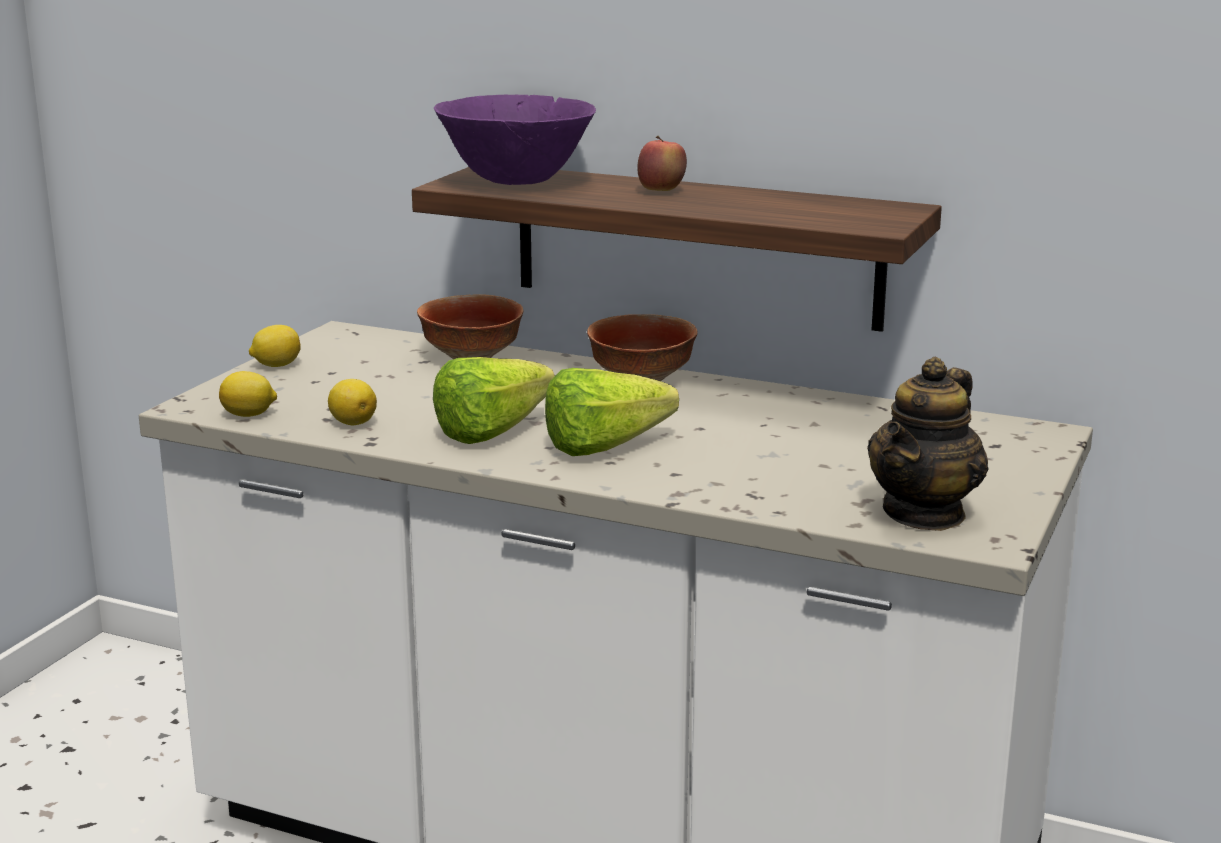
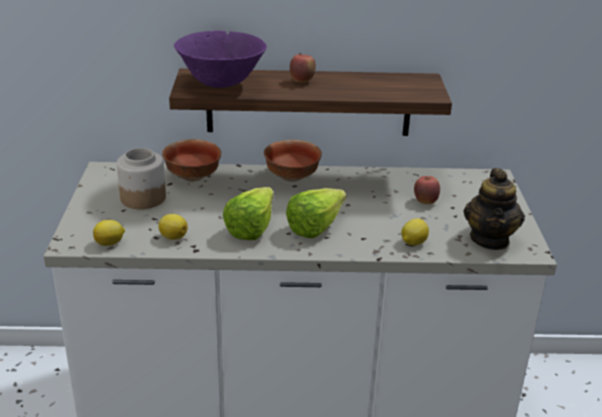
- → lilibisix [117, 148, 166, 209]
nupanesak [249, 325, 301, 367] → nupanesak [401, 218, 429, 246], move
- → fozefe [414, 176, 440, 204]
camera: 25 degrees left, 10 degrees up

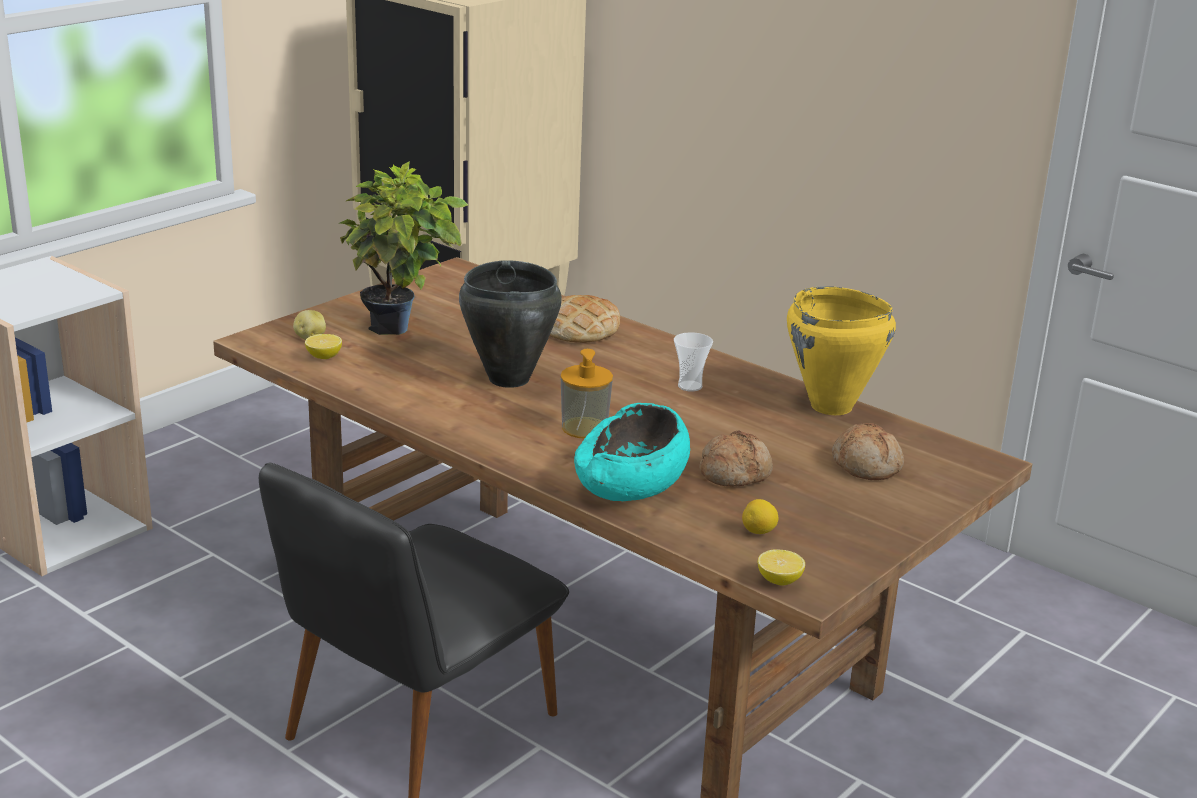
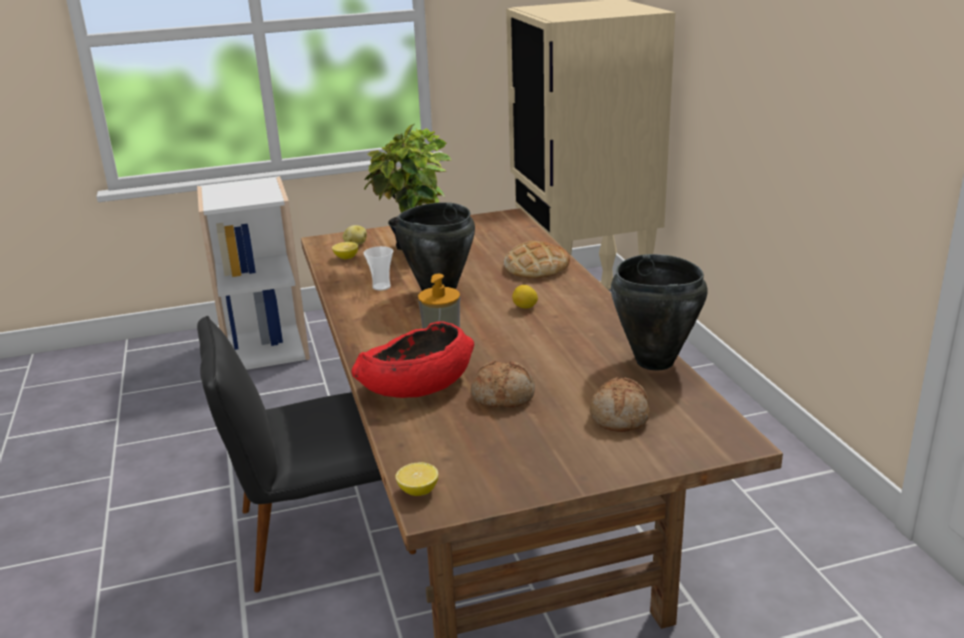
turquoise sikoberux [574, 403, 690, 501] → red sikoberux [351, 321, 474, 398]
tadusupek [674, 332, 713, 392] → tadusupek [364, 246, 393, 291], move
nupanesak [742, 499, 778, 534] → nupanesak [512, 285, 538, 308], move
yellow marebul [787, 286, 896, 415] → black marebul [611, 254, 708, 370]
camera: 35 degrees right, 0 degrees up

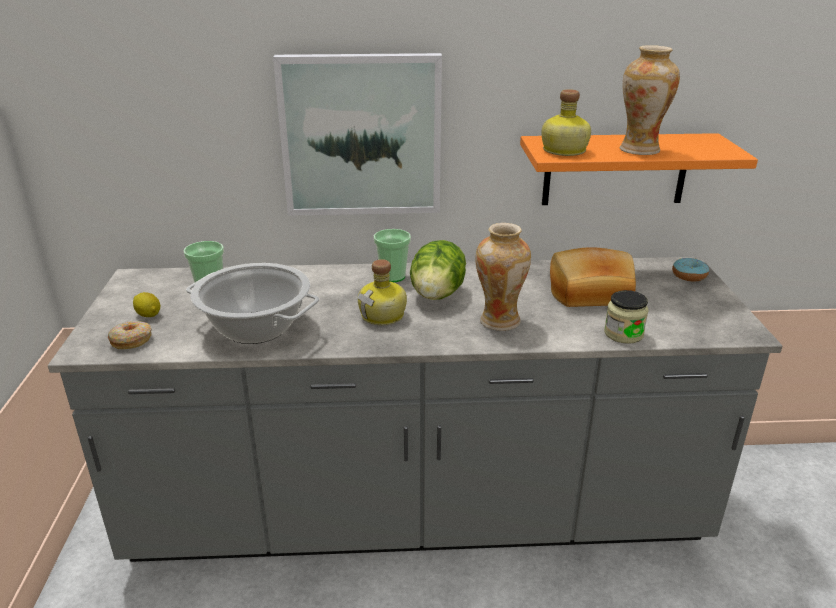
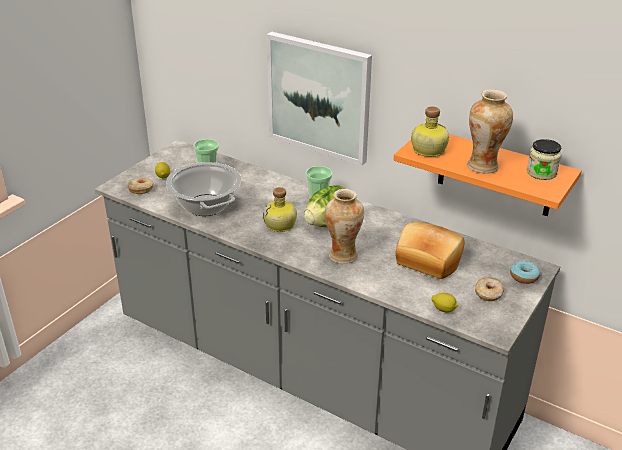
- → nupanesak [432, 293, 458, 312]
- → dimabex [475, 277, 504, 301]
lilibisix [604, 290, 649, 344] → lilibisix [527, 139, 561, 180], move
camera: 35 degrees right, 5 degrees up

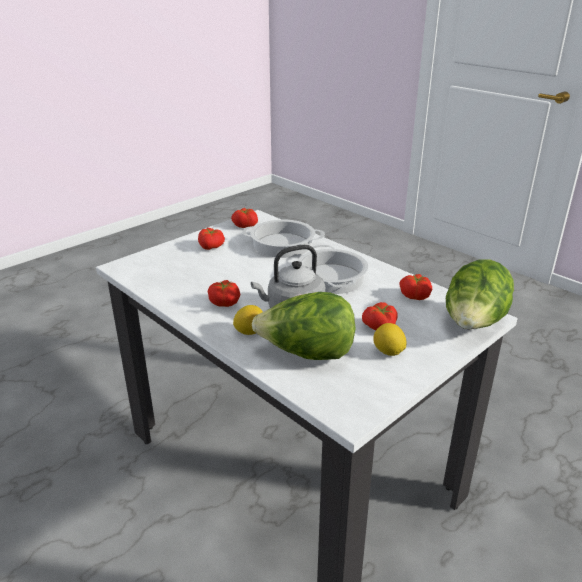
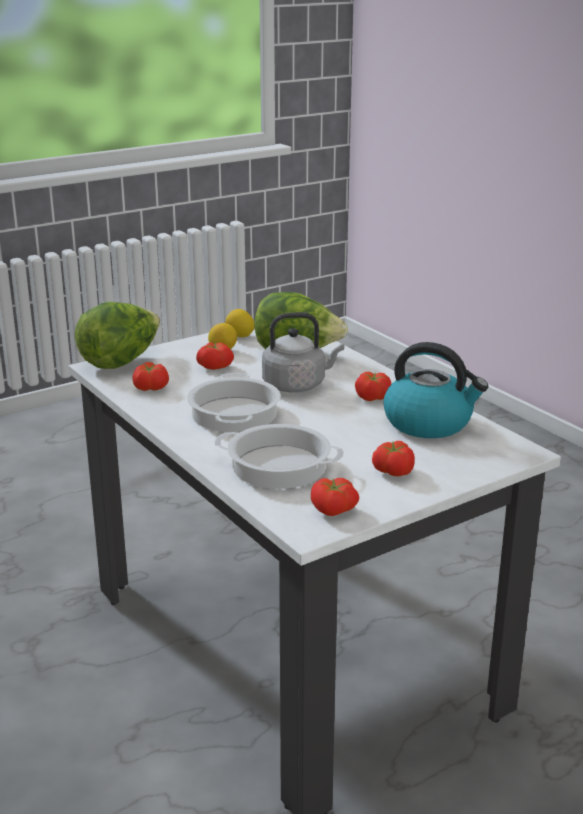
nupanesak [233, 305, 263, 335] → nupanesak [225, 309, 255, 337], move
- → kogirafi [383, 342, 488, 438]
camera: 170 degrees left, 5 degrees down

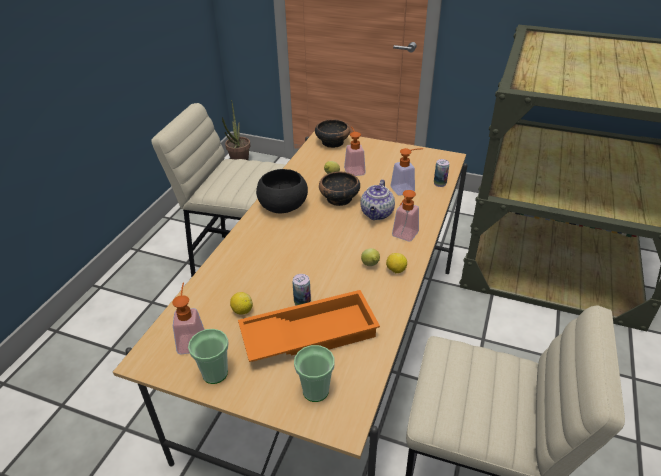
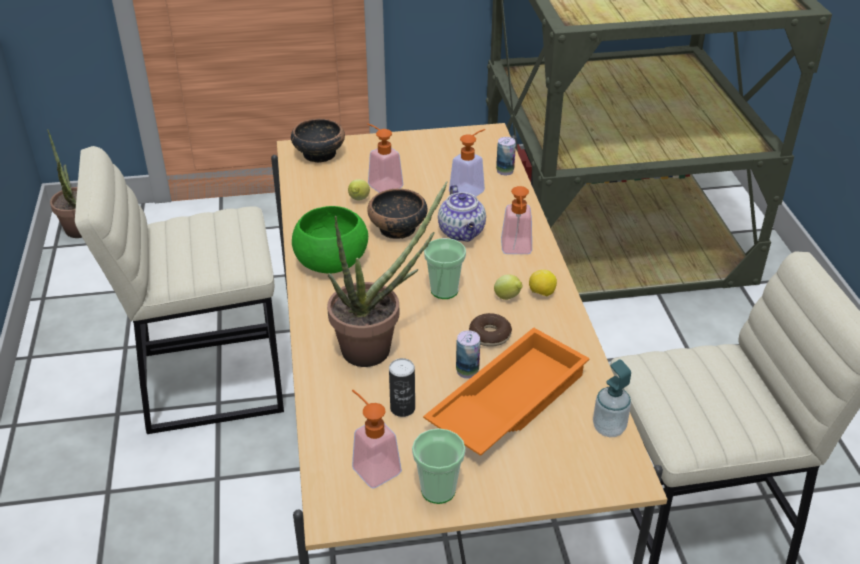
black sikoberux [256, 169, 308, 213] → green sikoberux [292, 206, 368, 273]
- → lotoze [327, 181, 447, 367]
nupanesak [230, 292, 253, 315] → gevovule [389, 358, 415, 417]
tadusupek [294, 345, 335, 402] → tadusupek [424, 238, 466, 299], move
- → dimabex [469, 313, 512, 347]
- → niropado [593, 360, 631, 437]
camera: 30 degrees left, 0 degrees up

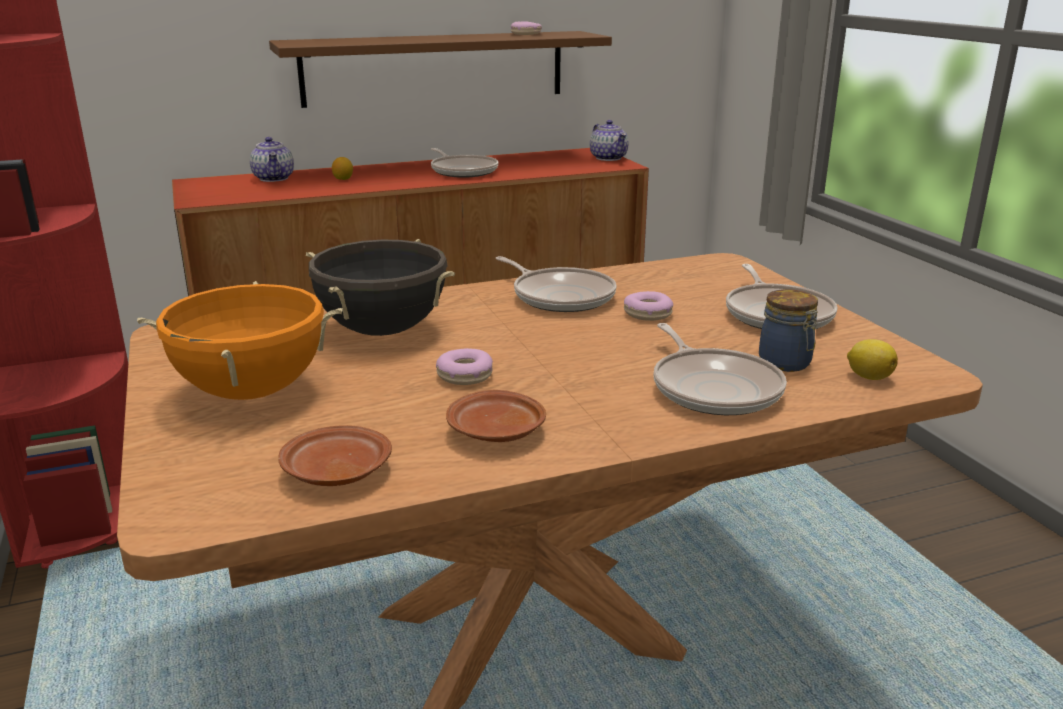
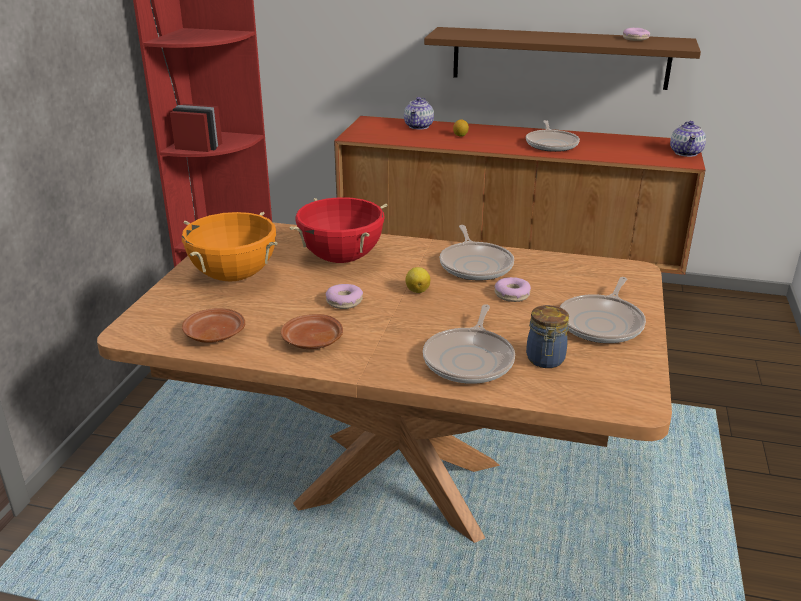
black marebul [306, 239, 455, 336] → red marebul [290, 197, 388, 263]
nupanesak [847, 339, 898, 380] → nupanesak [405, 267, 430, 293], move
camera: 35 degrees right, 5 degrees up

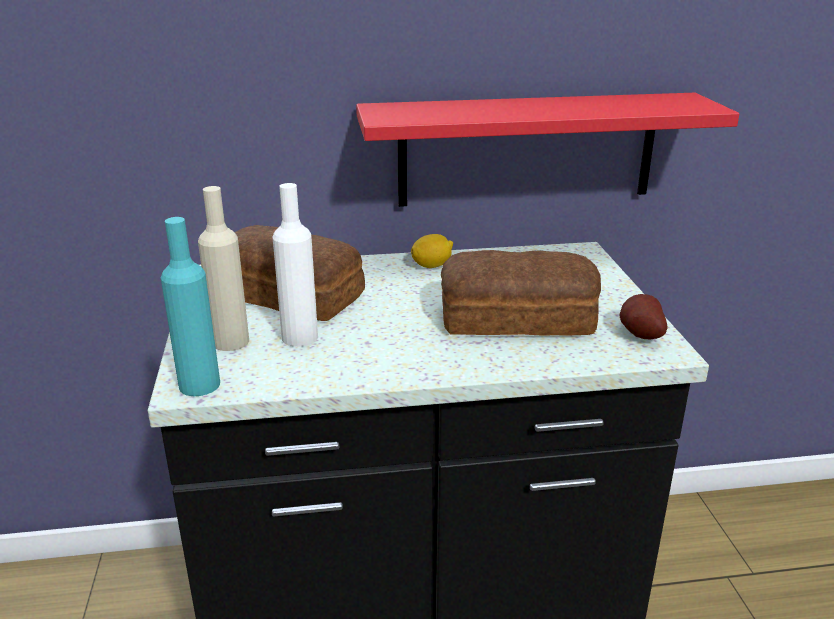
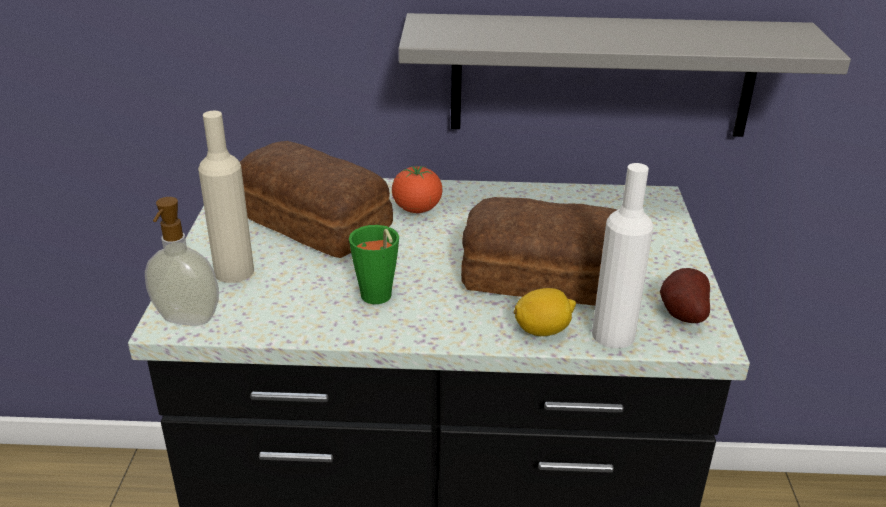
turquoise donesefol [161, 217, 220, 396] → niropado [145, 197, 219, 326]
- → green tadusupek [349, 225, 399, 304]
- → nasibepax [392, 166, 442, 213]
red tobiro [356, 93, 739, 207] → grey tobiro [398, 13, 851, 137]
nupanesak [411, 234, 453, 268] → nupanesak [514, 288, 576, 336], move
white donesefol [273, 183, 318, 347] → white donesefol [592, 163, 654, 348], move
camera: 10 degrees right, 5 degrees up

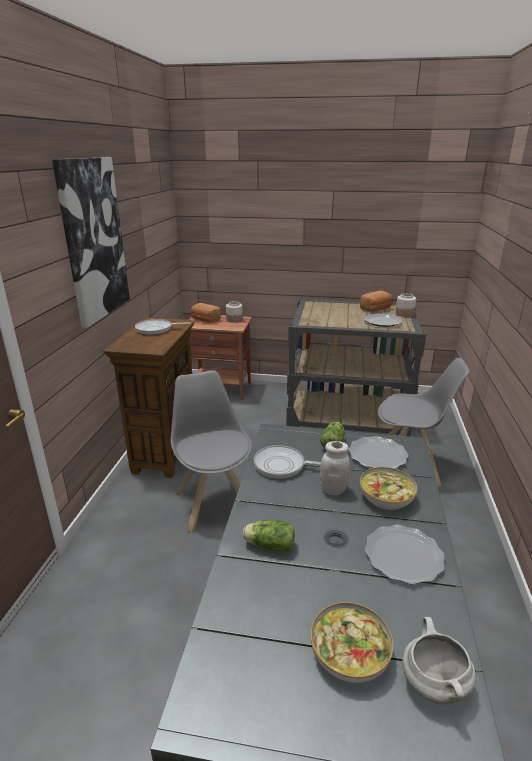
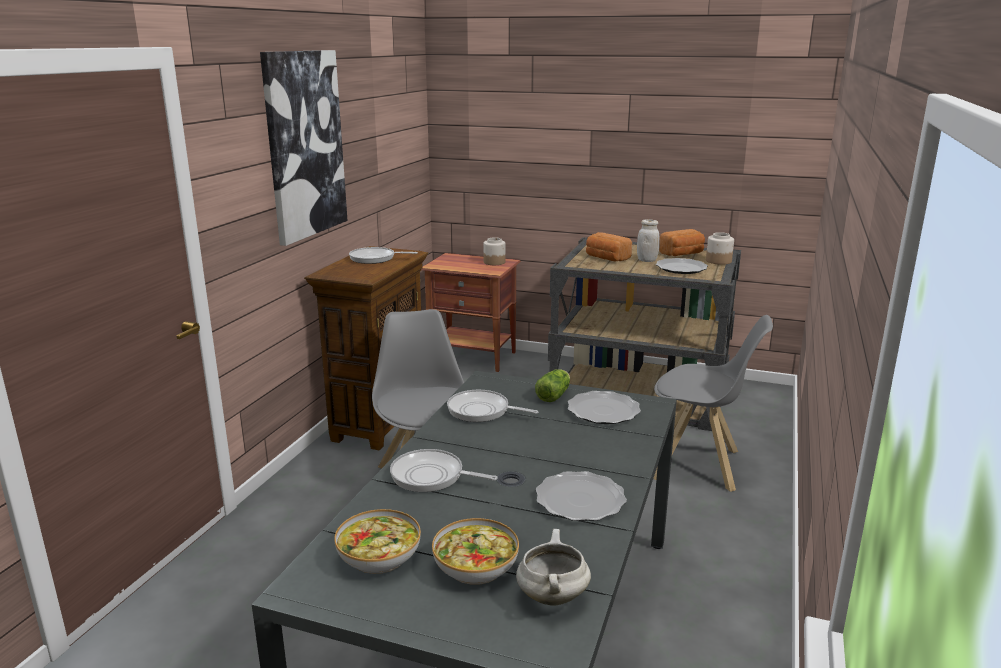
sikoberux [360, 467, 417, 510] → sikoberux [334, 509, 421, 574], move
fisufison [243, 520, 295, 552] → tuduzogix [390, 449, 498, 492]
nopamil [191, 303, 221, 323] → nopamil [586, 232, 632, 262], move
white lilibisix [320, 441, 350, 495] → white lilibisix [637, 219, 660, 262], move
camera: 10 degrees right, 5 degrees down

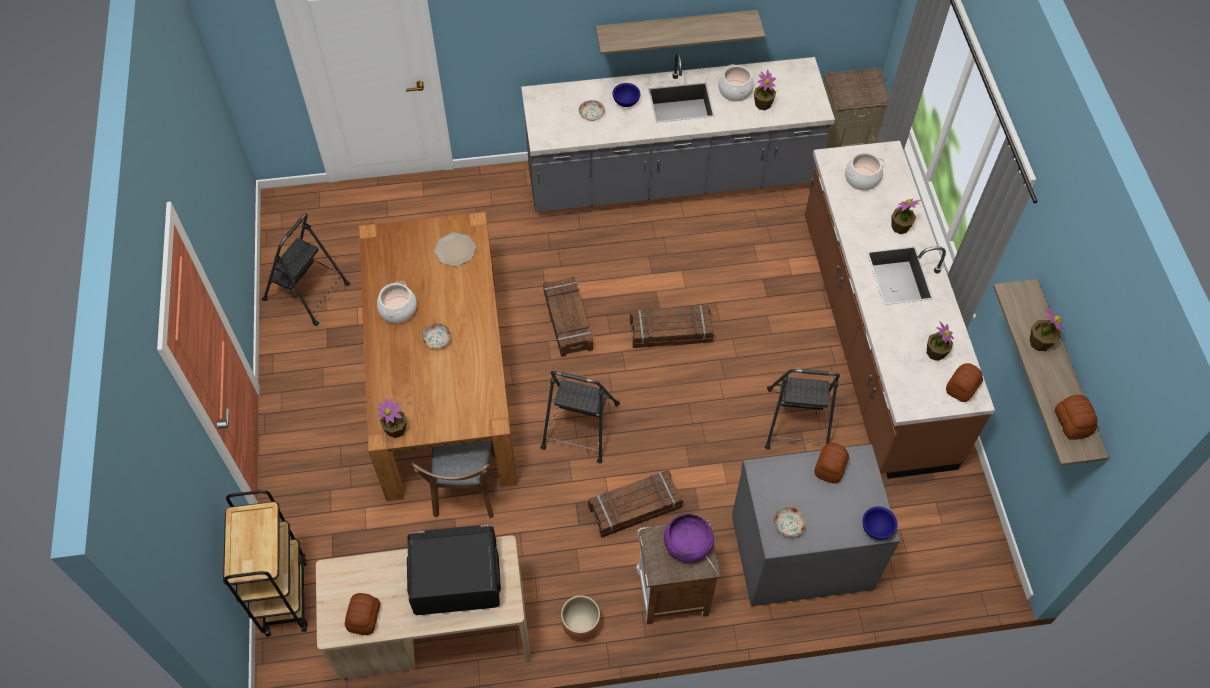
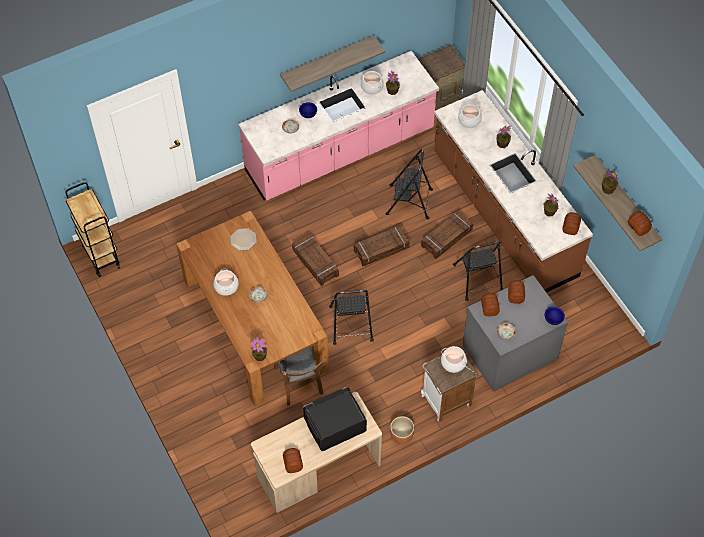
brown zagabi [223, 490, 308, 637] → brown zagabi [65, 182, 120, 277], move
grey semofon [521, 53, 835, 212] → pink semofon [238, 51, 439, 201]
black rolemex [262, 213, 350, 326] → black rolemex [385, 149, 433, 219], move
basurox [588, 470, 683, 538] → basurox [421, 211, 473, 259], move
purple sikoberux [664, 514, 714, 563] → marebul [441, 346, 467, 373]
- → nopamil [481, 293, 500, 316]
camera: 20 degrees left, 0 degrees up

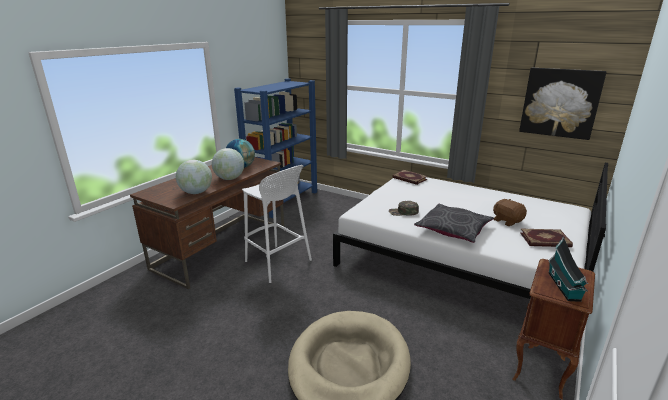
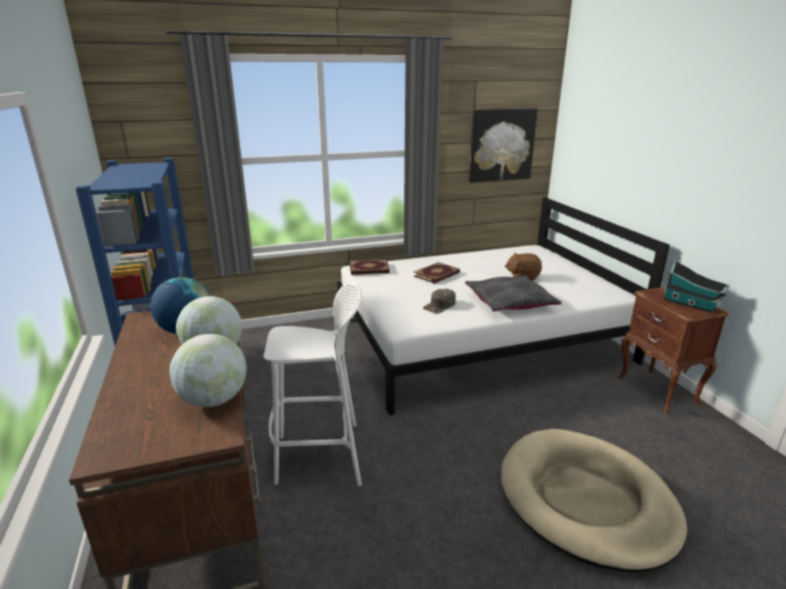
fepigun [520, 229, 573, 247] → fepigun [414, 262, 460, 283], move
camera: 50 degrees left, 0 degrees up

